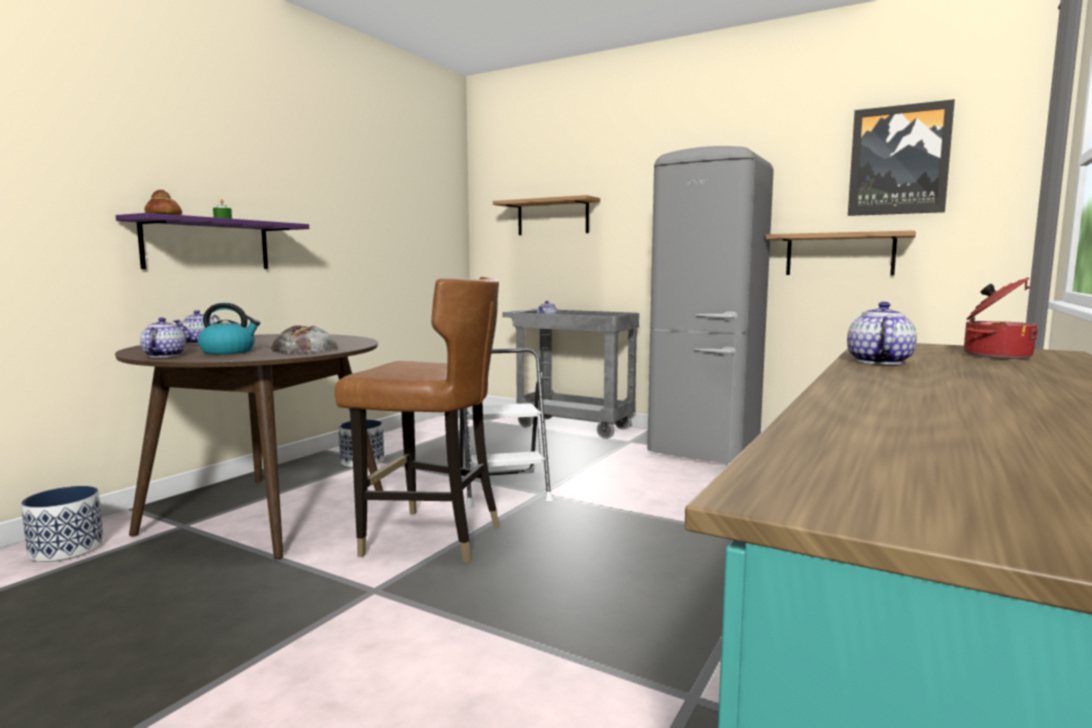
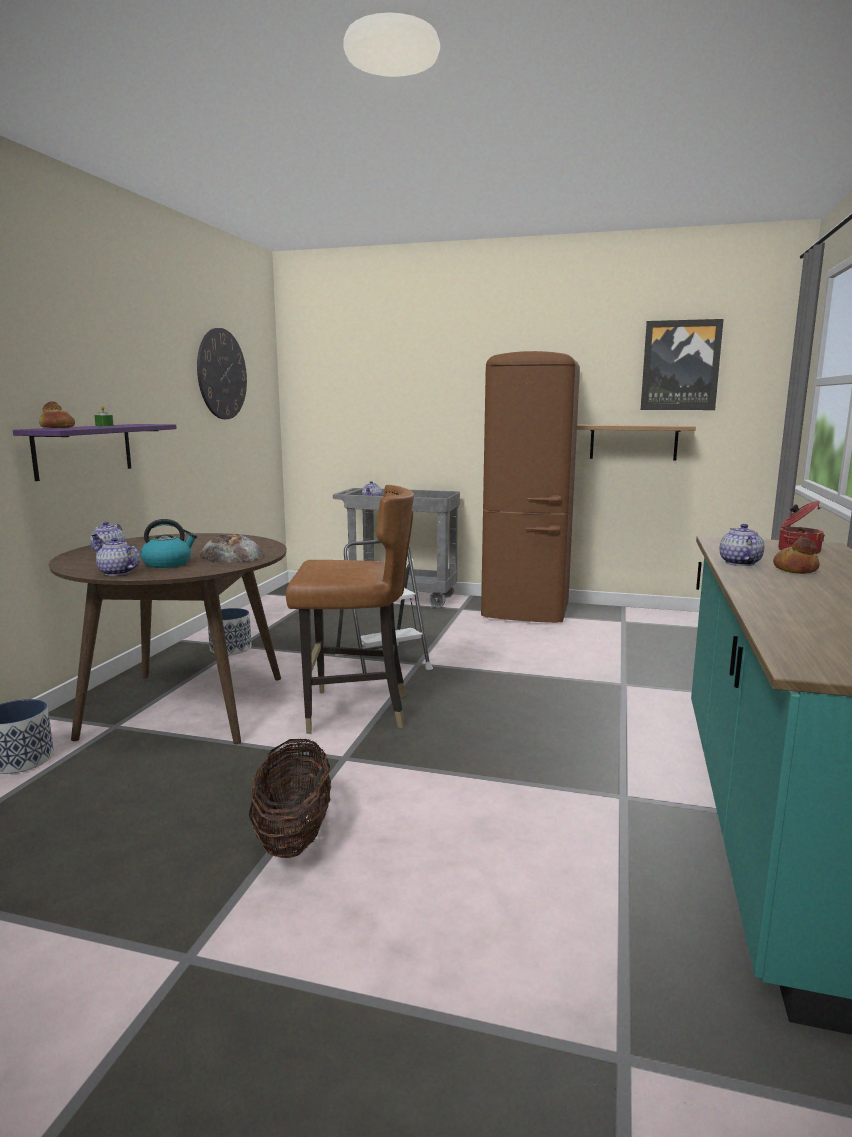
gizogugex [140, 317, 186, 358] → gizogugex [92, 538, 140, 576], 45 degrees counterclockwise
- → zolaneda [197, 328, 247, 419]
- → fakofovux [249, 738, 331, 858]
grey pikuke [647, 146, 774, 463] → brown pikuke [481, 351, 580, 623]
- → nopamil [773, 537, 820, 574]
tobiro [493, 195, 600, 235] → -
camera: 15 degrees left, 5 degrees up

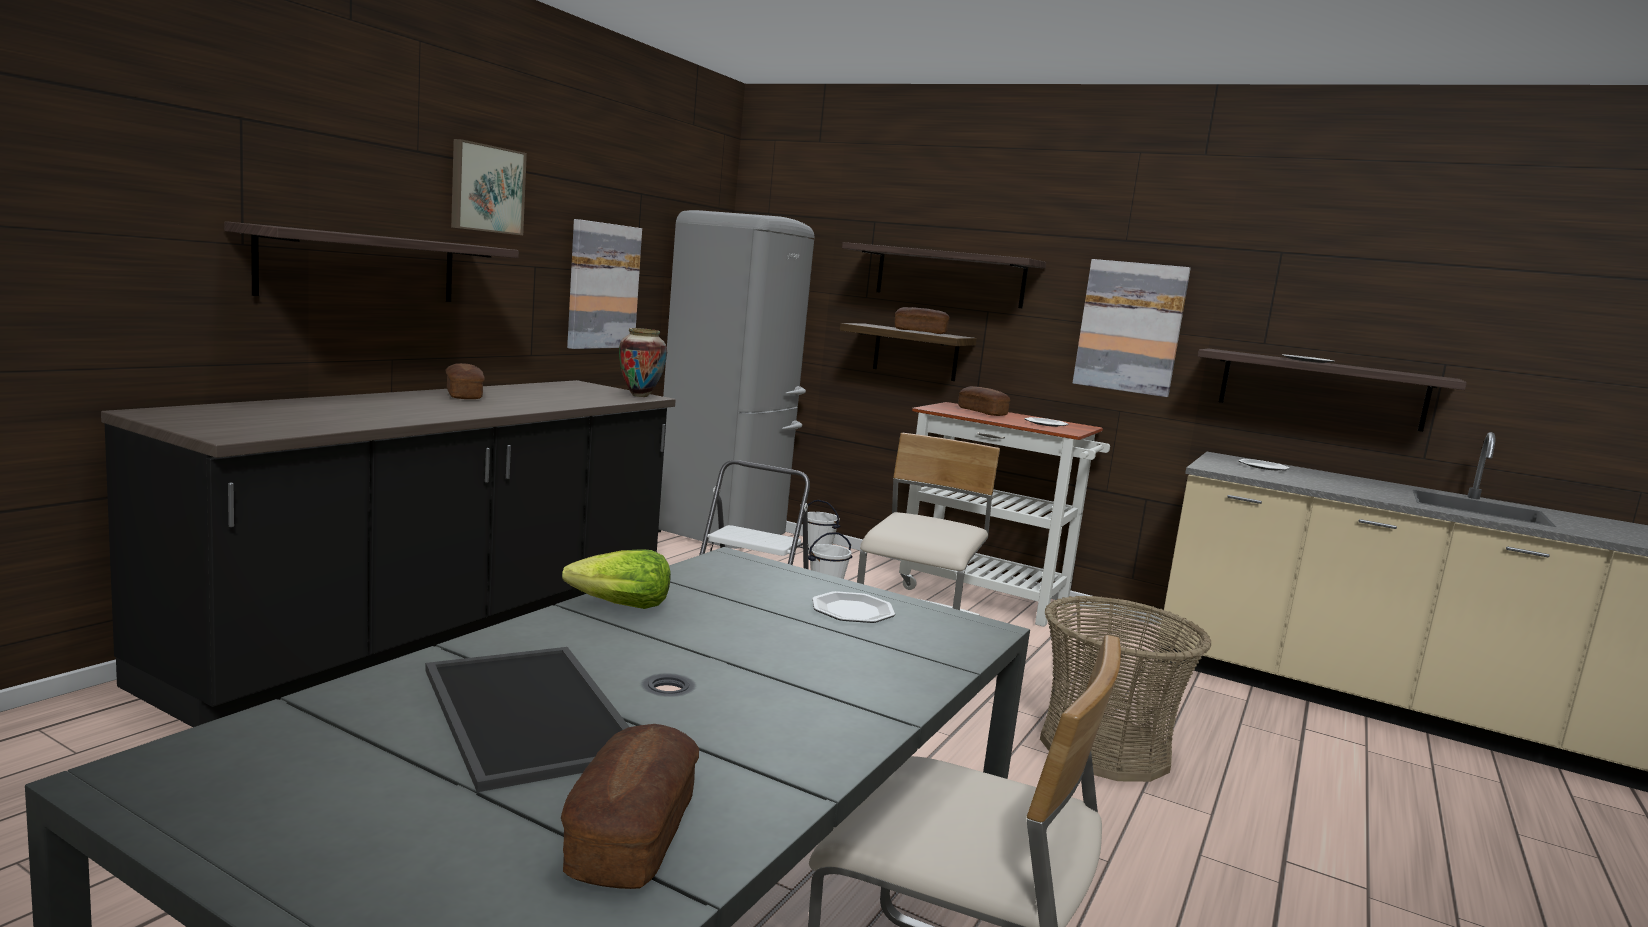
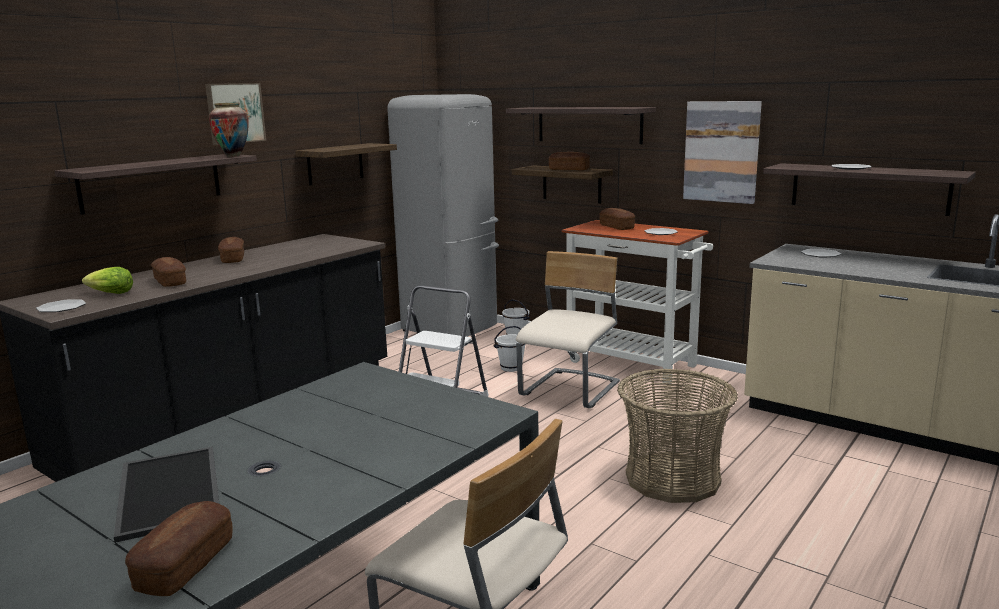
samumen [812, 591, 895, 623] → samumen [36, 300, 86, 312], move
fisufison [562, 549, 671, 609] → fisufison [82, 267, 133, 294], move
- → nopamil [151, 257, 186, 287]
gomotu [619, 328, 667, 397] → gomotu [209, 103, 249, 157], move
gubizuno [567, 219, 642, 349] → tobiro [295, 143, 397, 185]
camera: 10 degrees right, 5 degrees up

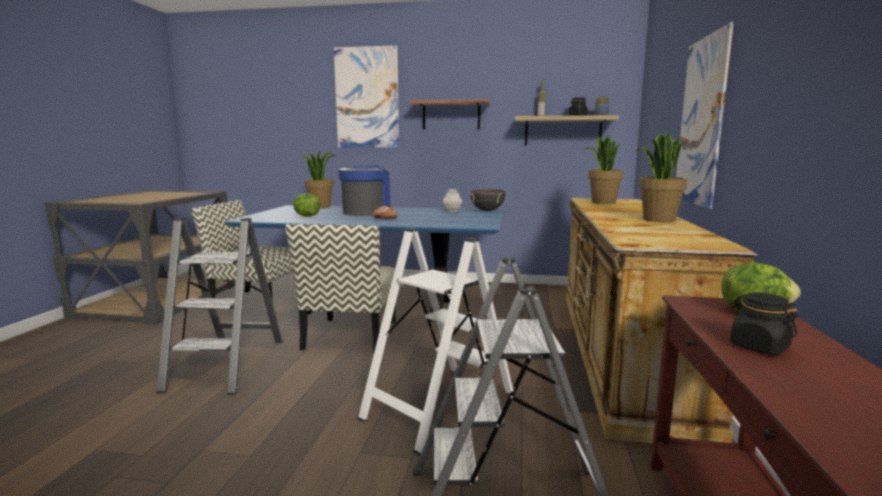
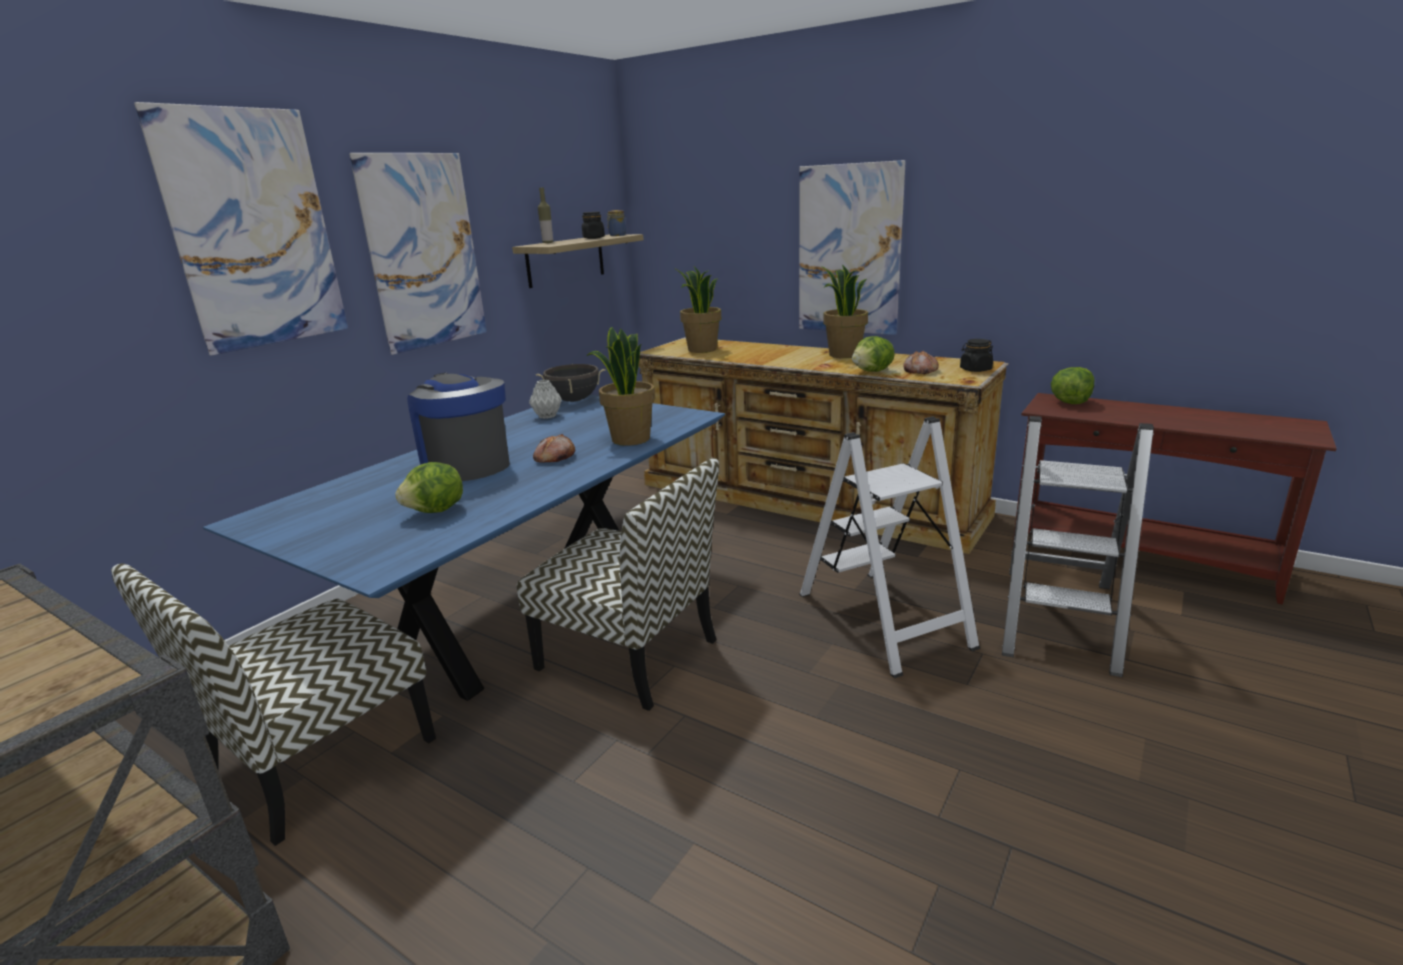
tobiro [408, 99, 490, 129] → gubizuno [349, 153, 487, 355]
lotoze [301, 151, 335, 208] → lotoze [587, 327, 655, 446], move
- → fisufison [852, 336, 895, 372]
- → nopamil [903, 351, 939, 374]
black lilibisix [730, 292, 798, 355] → black lilibisix [960, 339, 993, 372], move
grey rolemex [156, 218, 283, 395] → -
camera: 65 degrees left, 10 degrees up

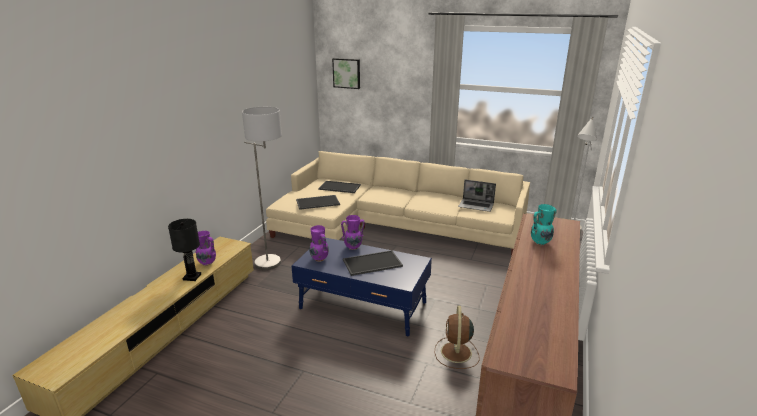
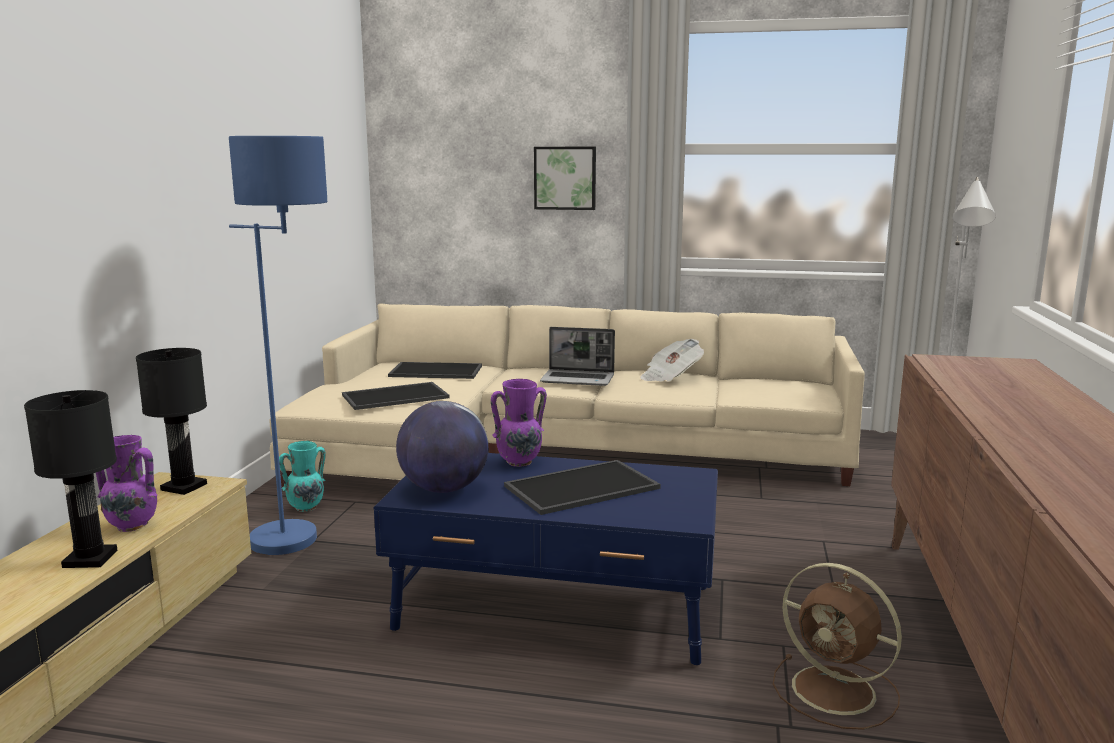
- → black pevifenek [136, 348, 207, 495]
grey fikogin [242, 107, 282, 270] → blue fikogin [229, 136, 327, 555]
turquoise gomotu [531, 204, 557, 245] → turquoise gomotu [279, 441, 326, 512], move
purple gomotu [309, 225, 329, 262] → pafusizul [396, 401, 489, 493]
gubizuno [332, 58, 360, 89] → gubizuno [534, 147, 596, 210], move
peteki [458, 180, 496, 212] → peteki [540, 327, 615, 386], move
- → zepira [640, 339, 704, 382]
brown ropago [435, 306, 480, 369] → brown ropago [773, 563, 902, 730], 45 degrees counterclockwise
camera: 10 degrees left, 10 degrees down

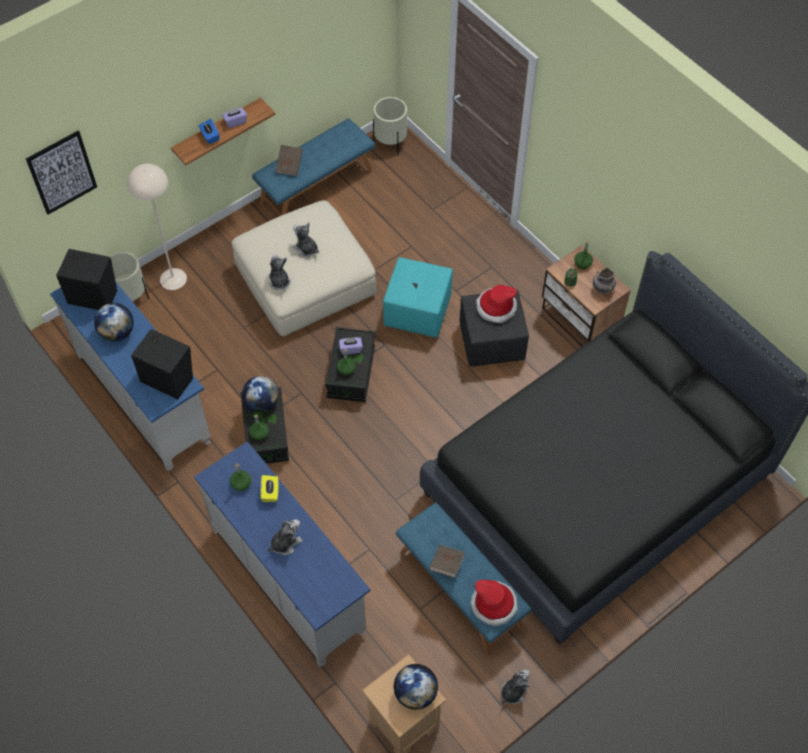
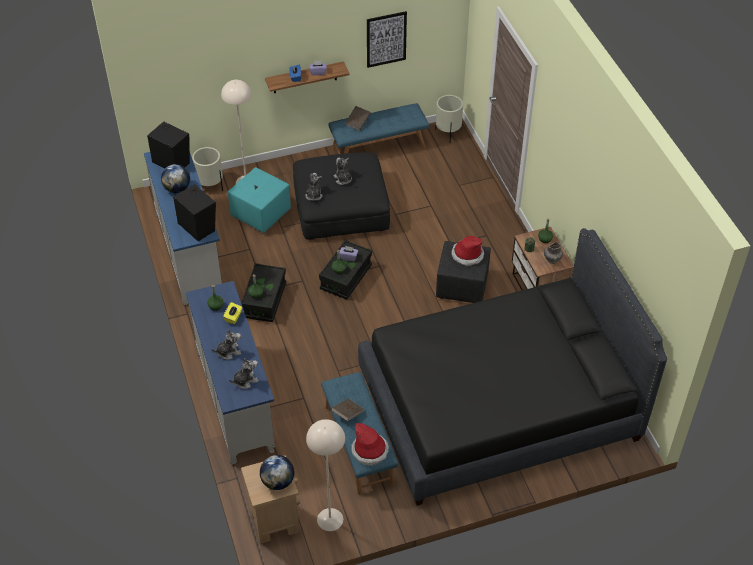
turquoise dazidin [383, 257, 453, 338] → turquoise dazidin [228, 167, 291, 233], move
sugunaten [501, 669, 530, 704] → sugunaten [229, 358, 259, 389], move
beige dazidin [232, 200, 376, 336] → black dazidin [293, 152, 390, 240]
- → beige fikogin [306, 419, 345, 531]
gubizuno [26, 130, 97, 215] → gubizuno [367, 11, 407, 68], move
pafusizul [242, 376, 279, 413] → -
camera: 20 degrees right, 10 degrees down

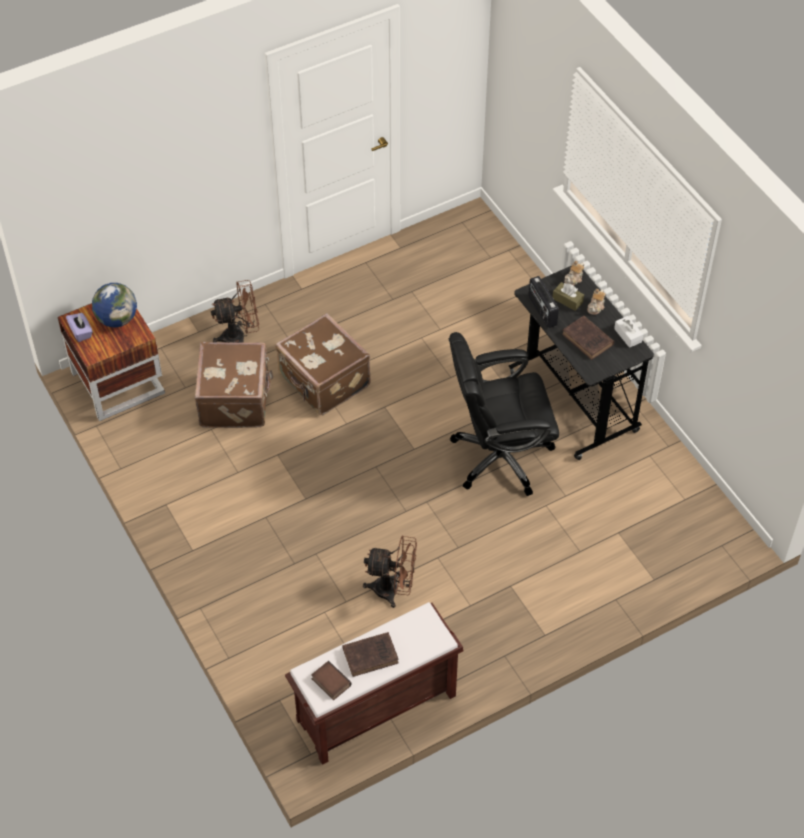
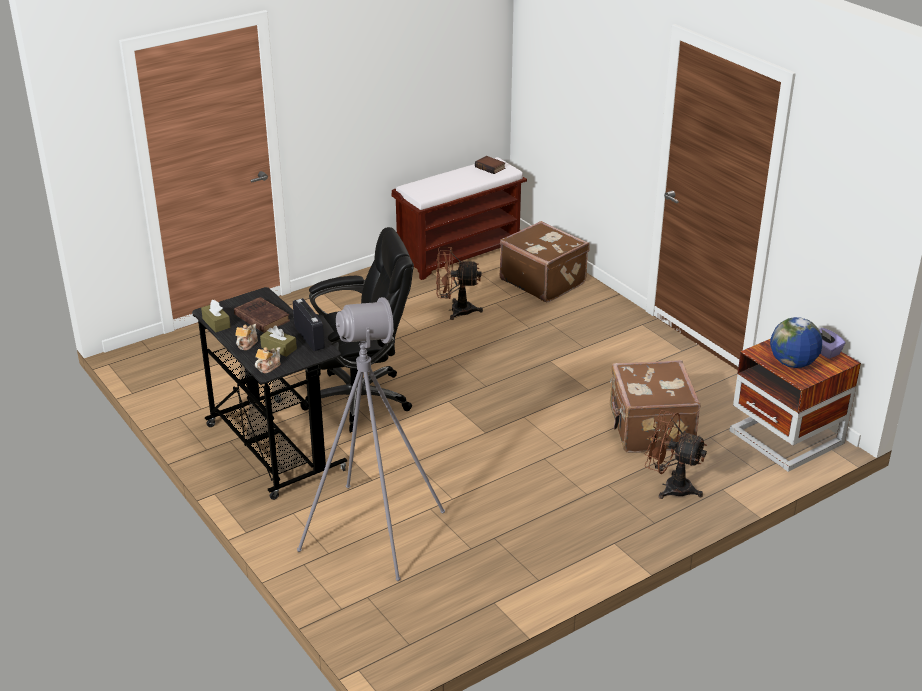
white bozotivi [614, 316, 643, 348] → brown bozotivi [201, 300, 231, 333]
- → grey fikogin [297, 297, 445, 581]
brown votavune [275, 313, 371, 415] → brown votavune [500, 221, 590, 302], move
brown ropago [211, 280, 259, 343] → brown ropago [645, 410, 707, 499], 45 degrees clockwise
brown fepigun [342, 632, 399, 677] → -
camera: 175 degrees right, 20 degrees down

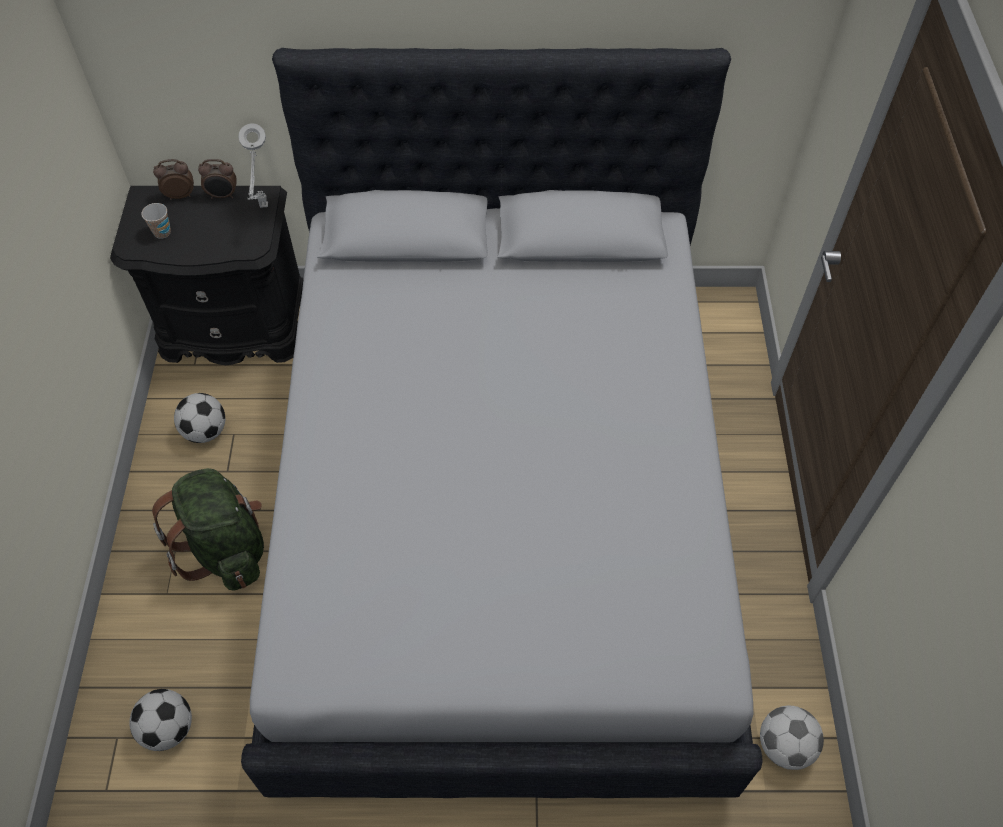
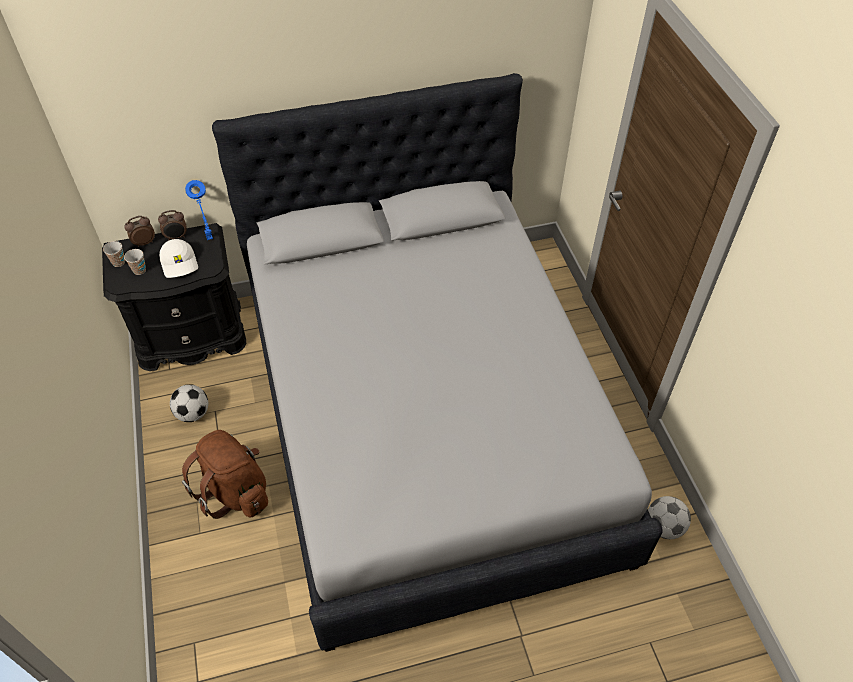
- → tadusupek [103, 241, 125, 267]
- → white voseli [159, 239, 198, 278]
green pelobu [152, 468, 264, 591] → brown pelobu [182, 430, 268, 519]
grey pevifenek [238, 123, 268, 208] → blue pevifenek [185, 180, 213, 240]
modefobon [129, 689, 192, 751] → -
camera: 15 degrees left, 5 degrees down

